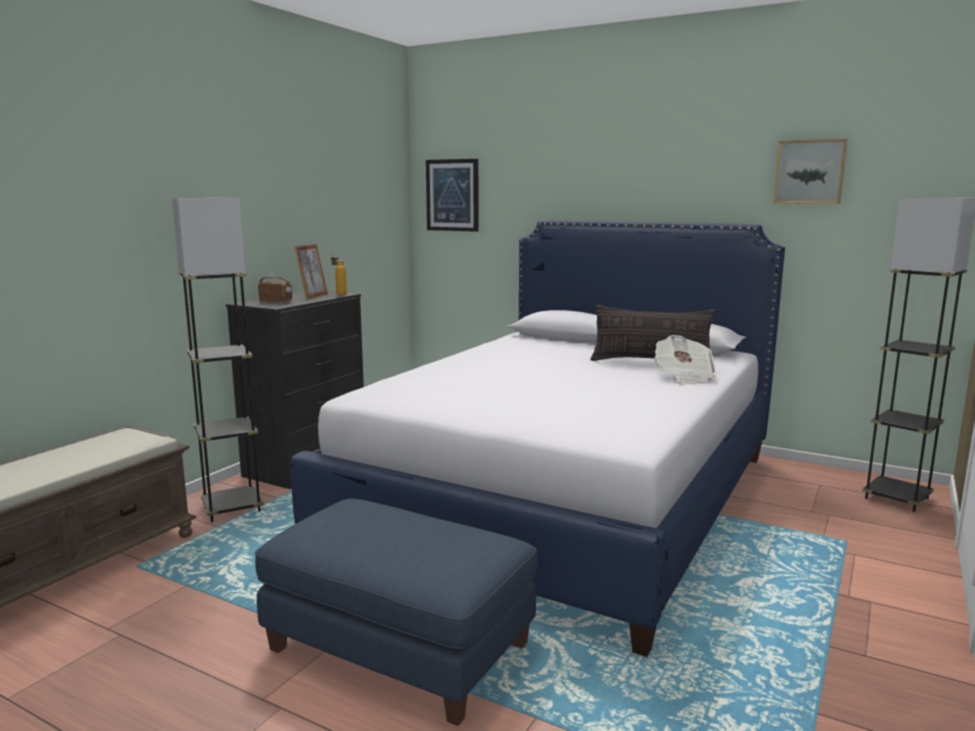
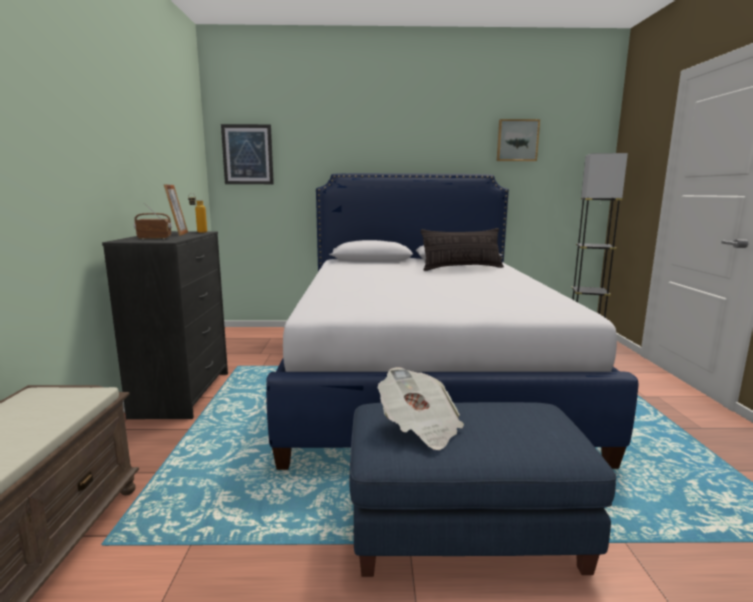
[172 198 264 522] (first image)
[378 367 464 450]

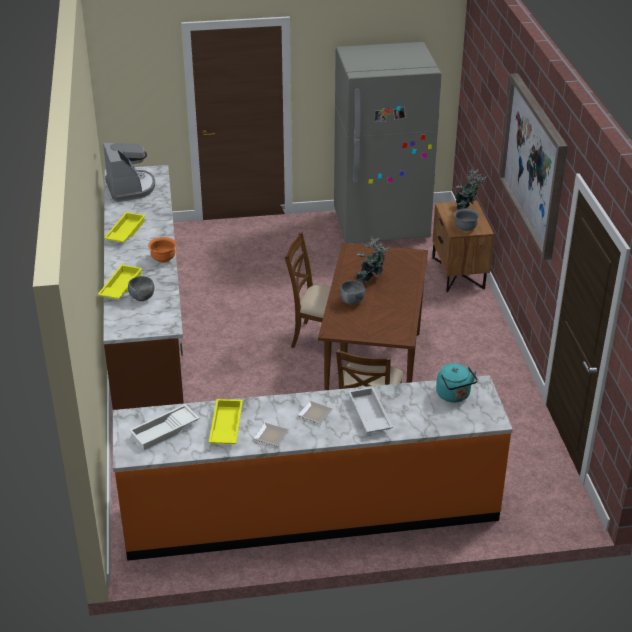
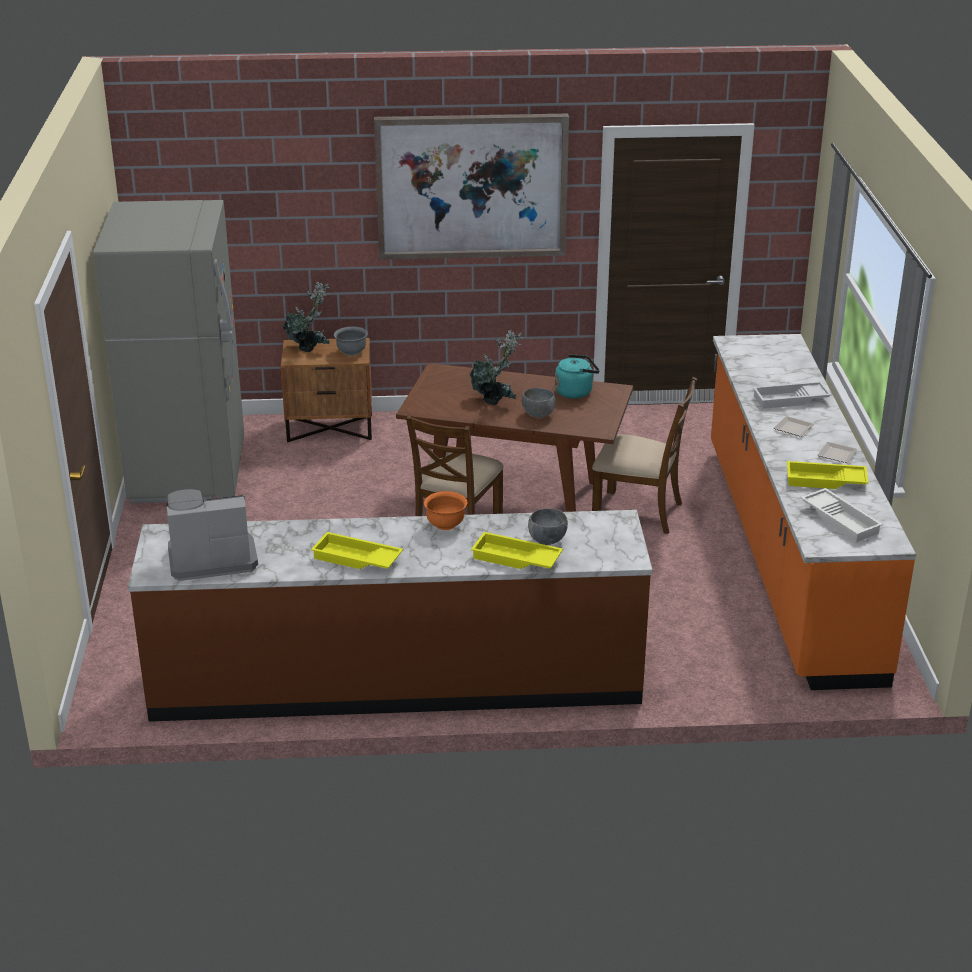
[555 354 599 399]

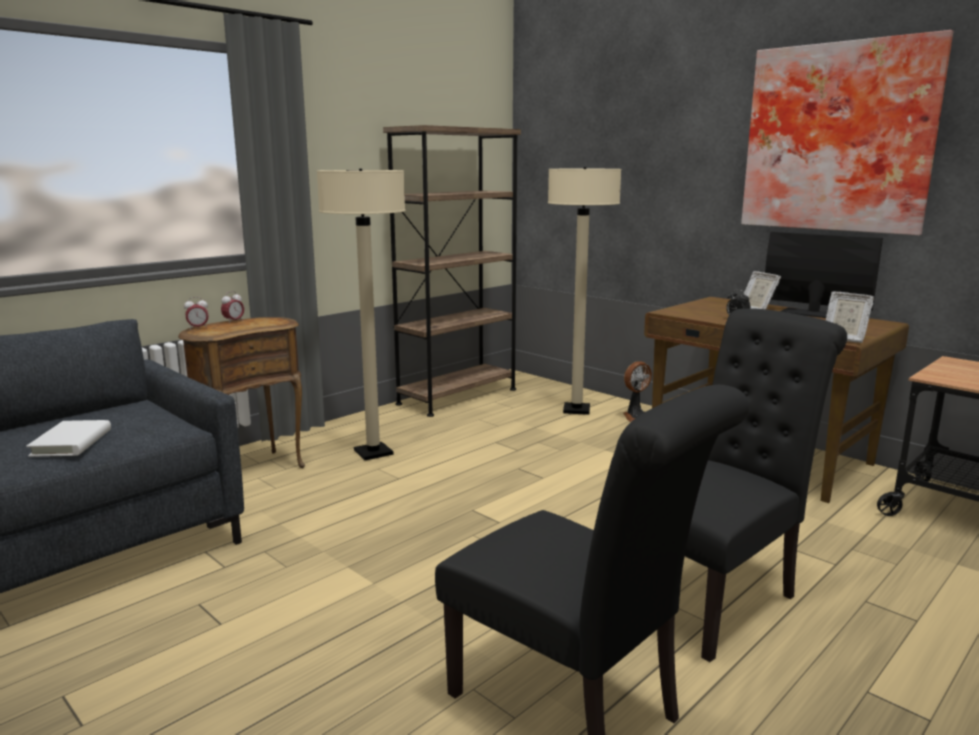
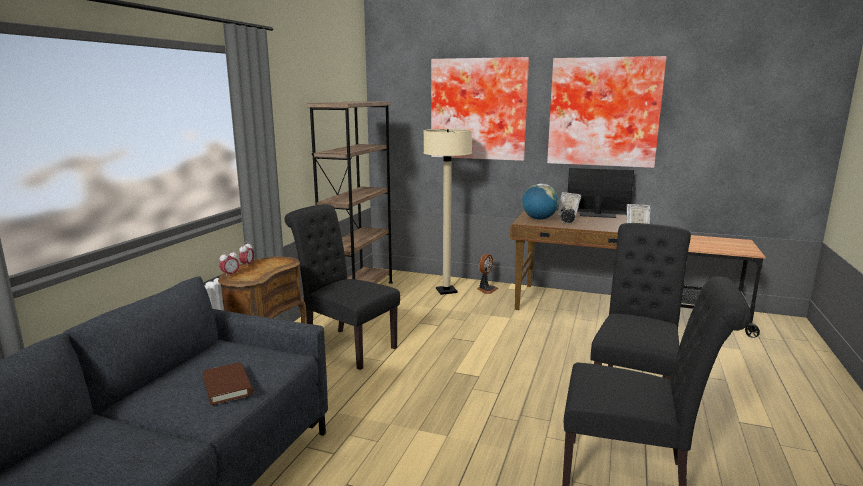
[431 57 529 161]
[522 184 559 220]
[285 204 400 370]
[203 362 253 405]

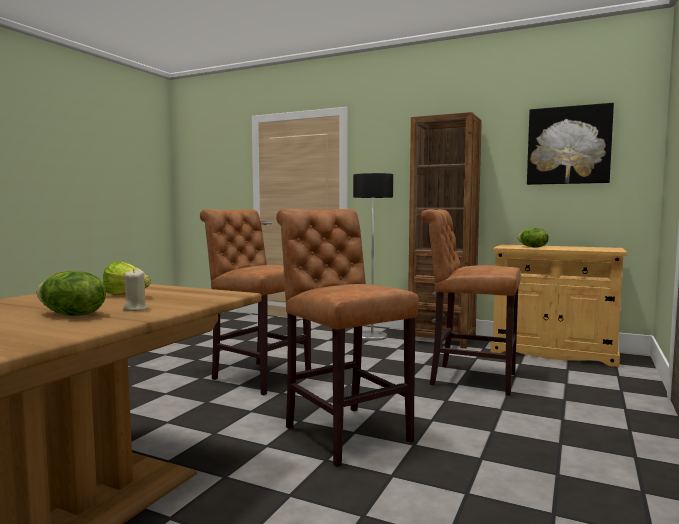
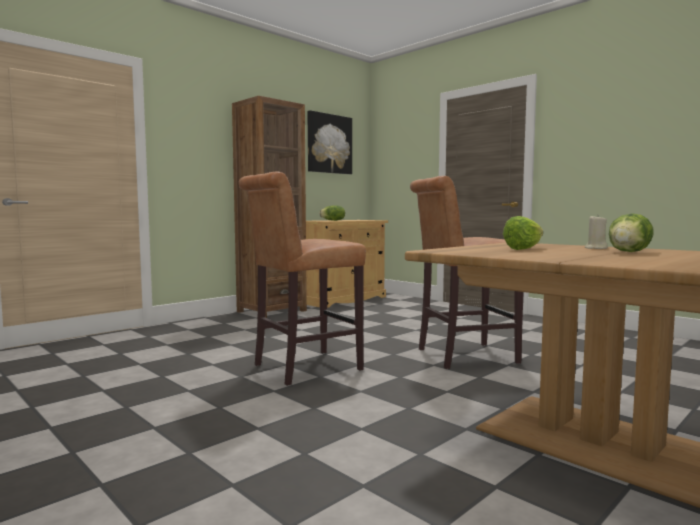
[353 173 393 341] (first image)
[421 209 521 396] (first image)

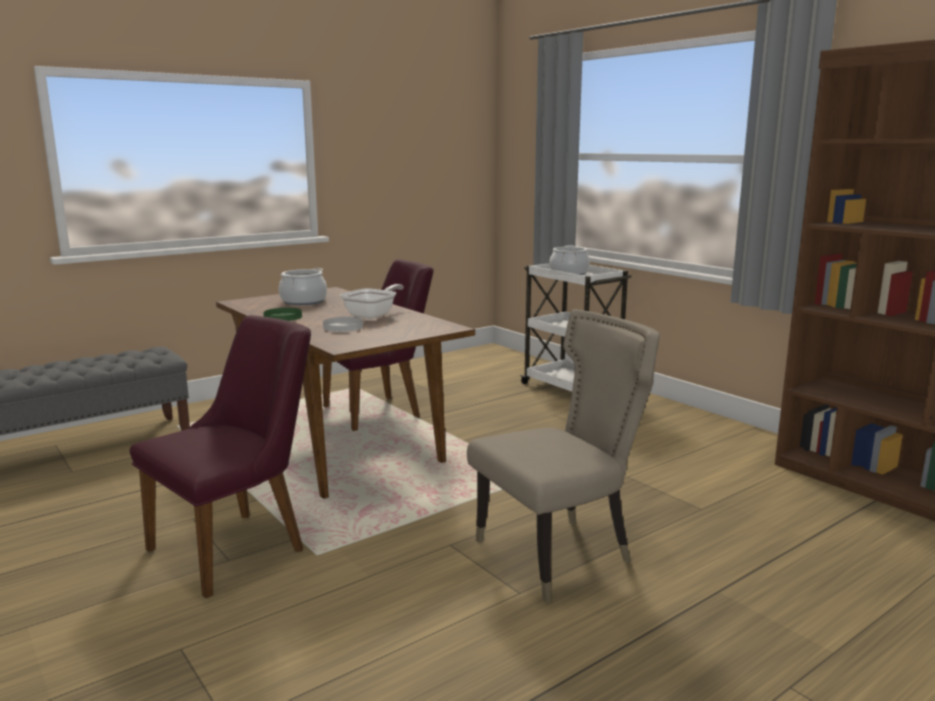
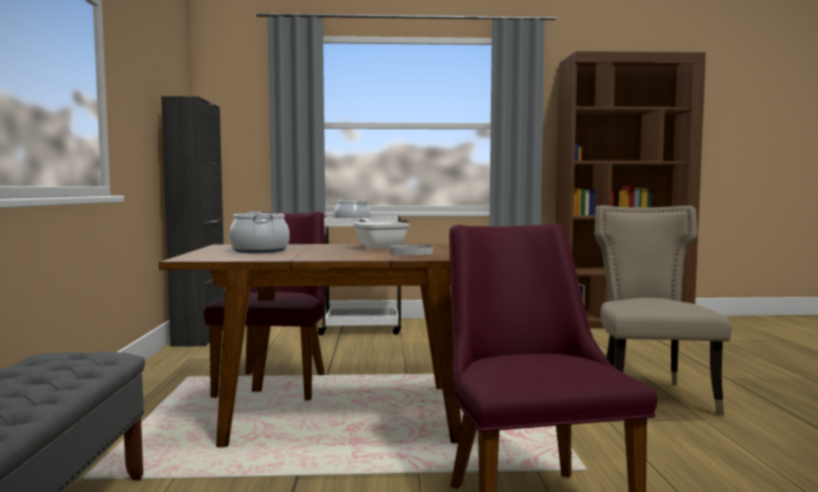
[263 308 302 321] (first image)
[161 96 225 347]

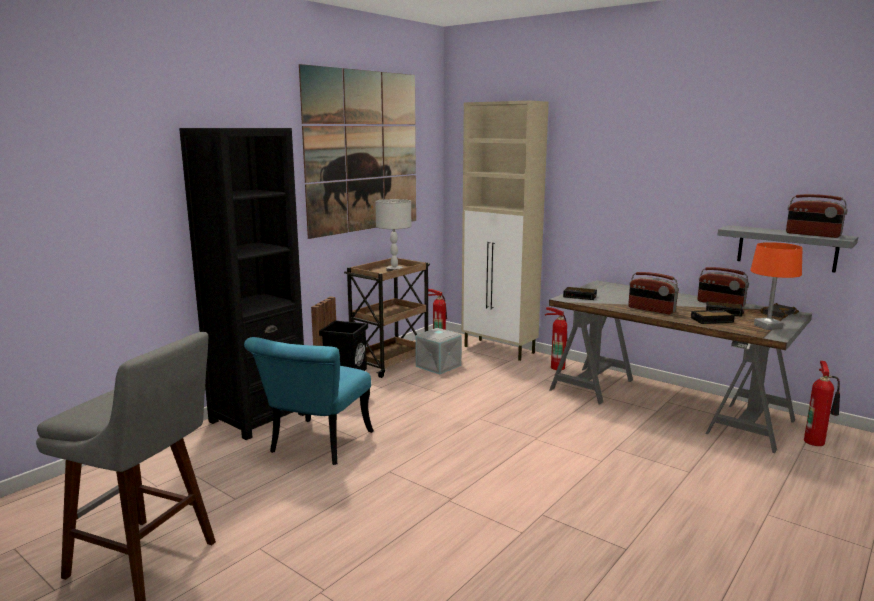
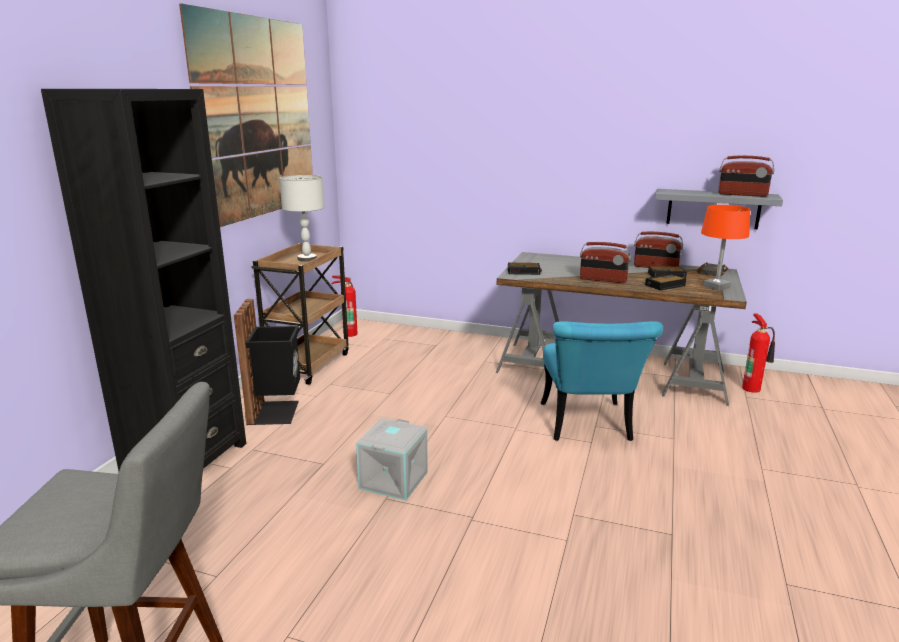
[461 101 549 361] (first image)
[545 307 567 370] (first image)
[541 321 663 441]
[356 418 428 501]

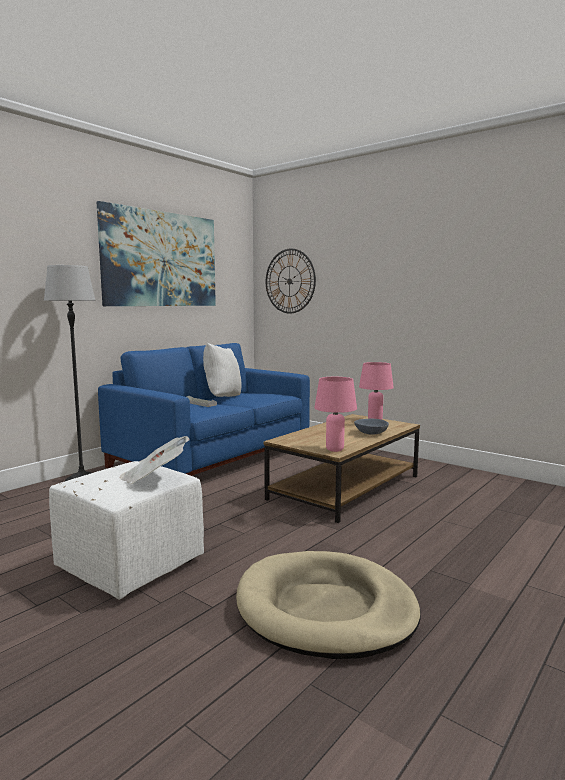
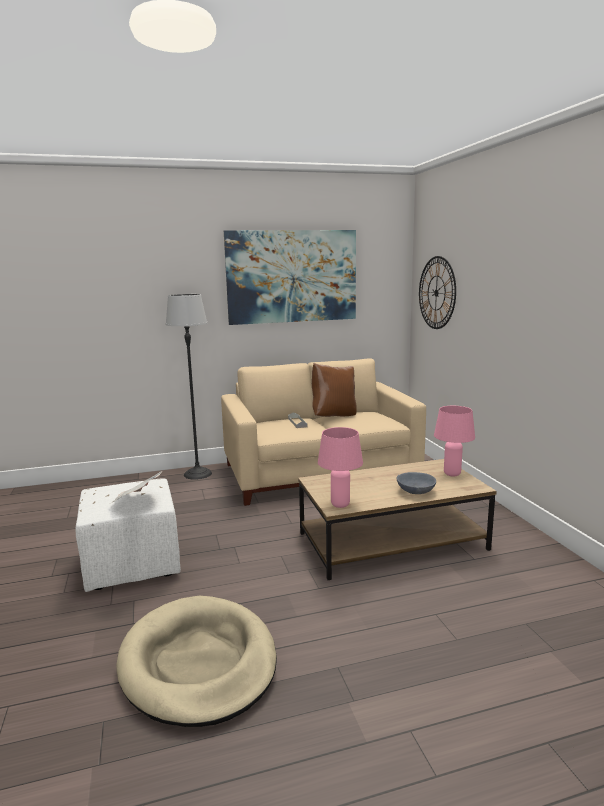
[221 359 426 506]
[312 363 357 417]

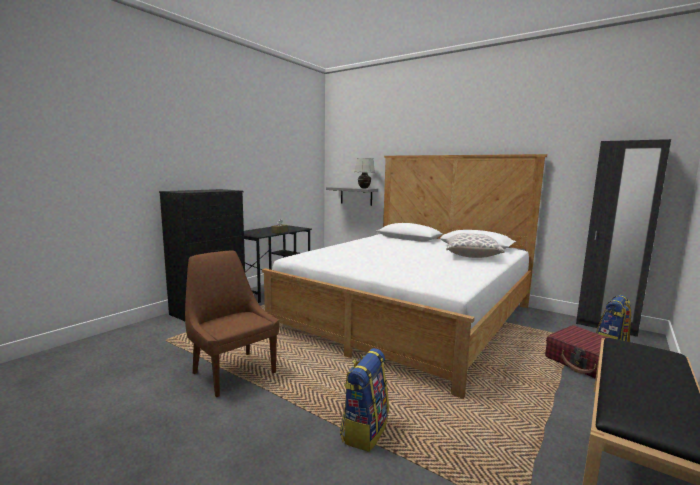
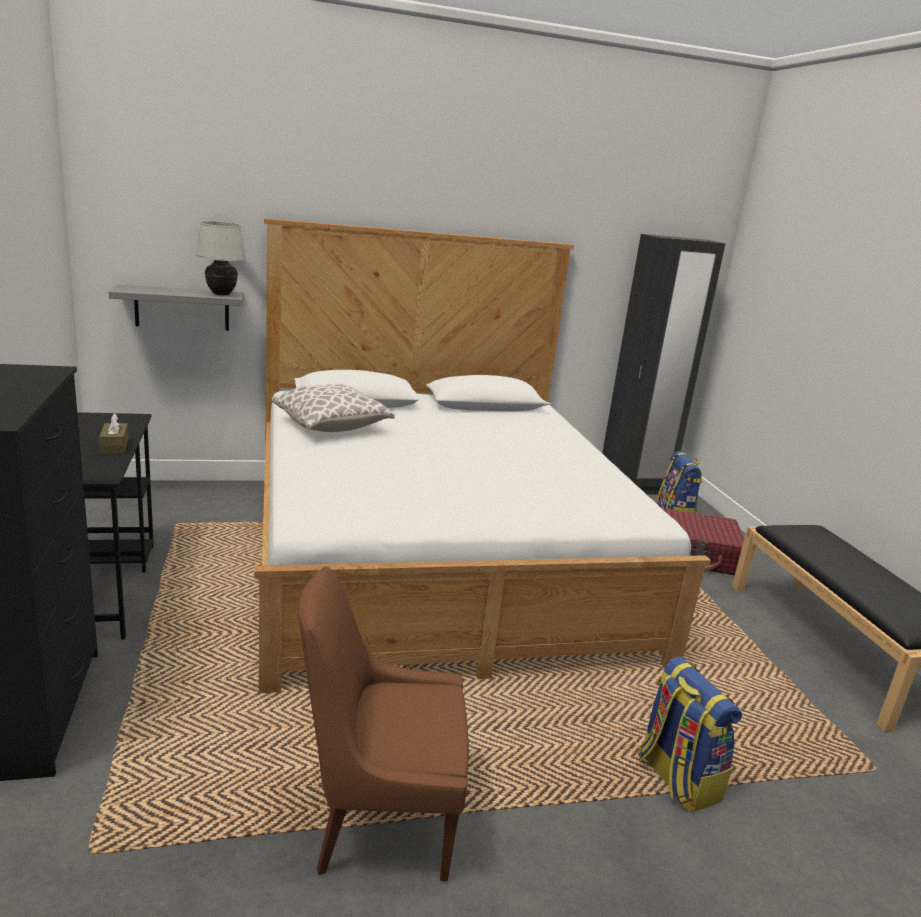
[272 384 395 432]

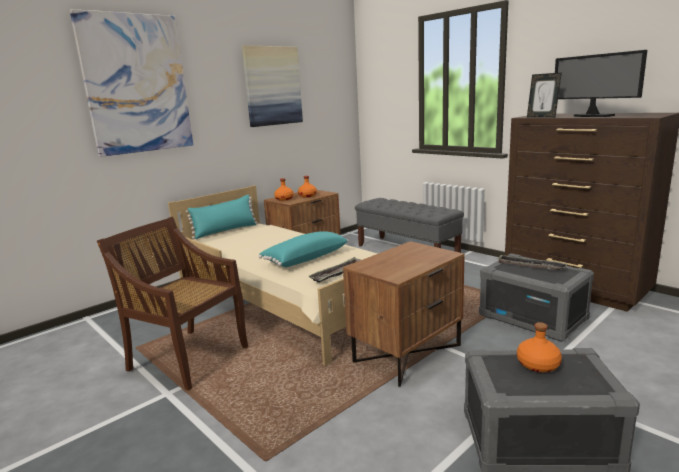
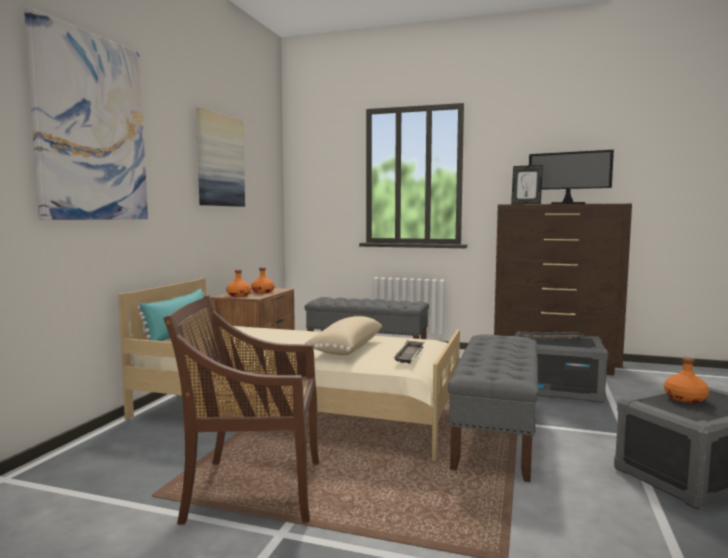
[448 335 539 482]
[305 316 382 355]

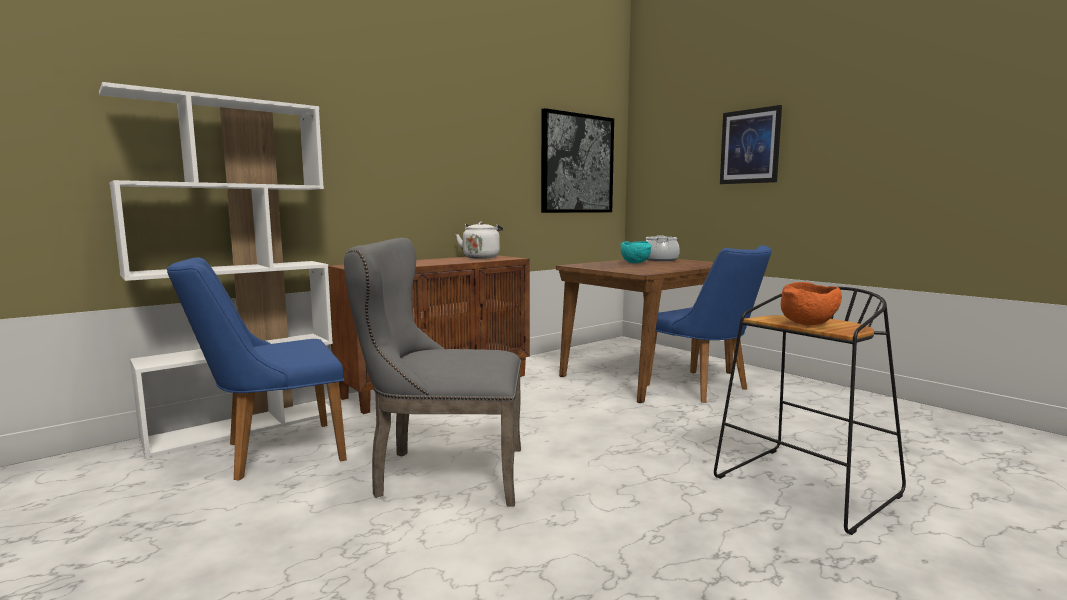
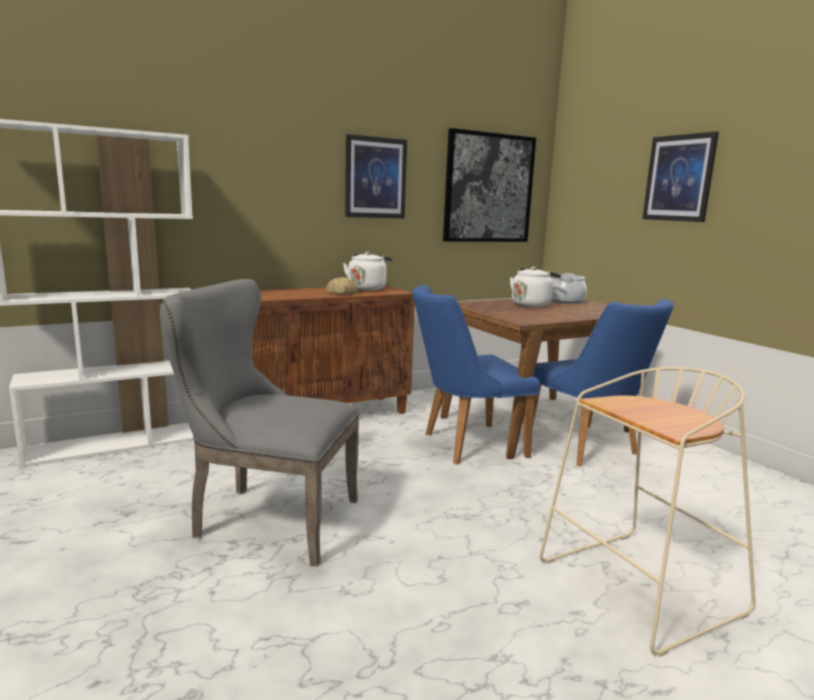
[781 282 842 325] (first image)
[326 277 358 295]
[345 134 407 218]
[413 285 540 465]
[510 267 561 307]
[539 367 755 657]

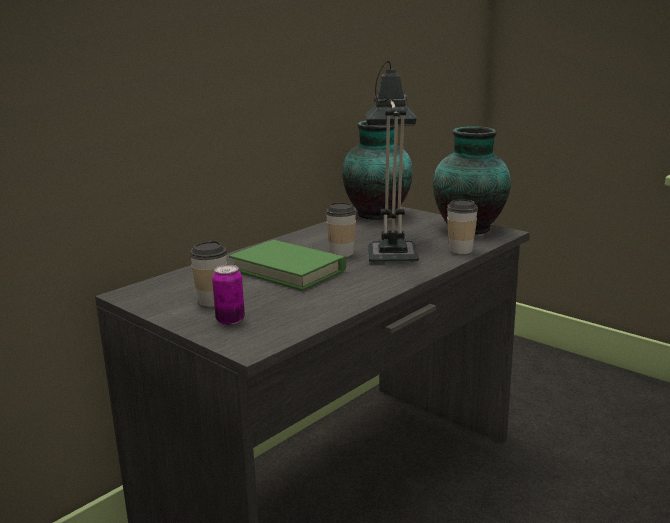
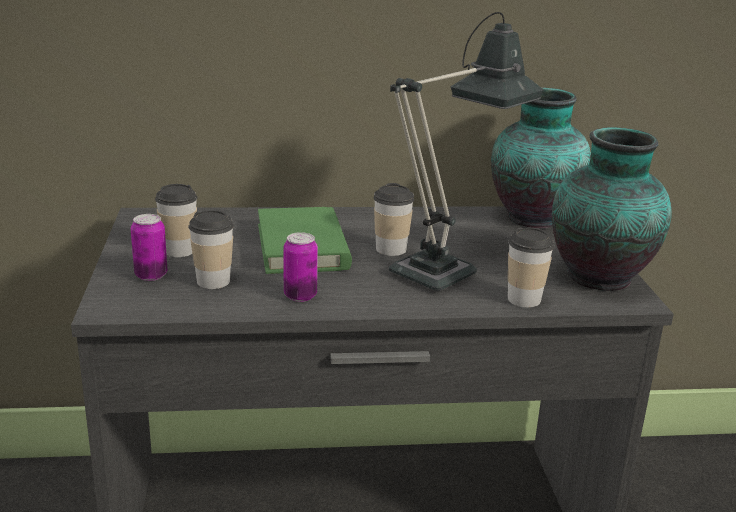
[188 210 234 289]
[283 232 318 302]

